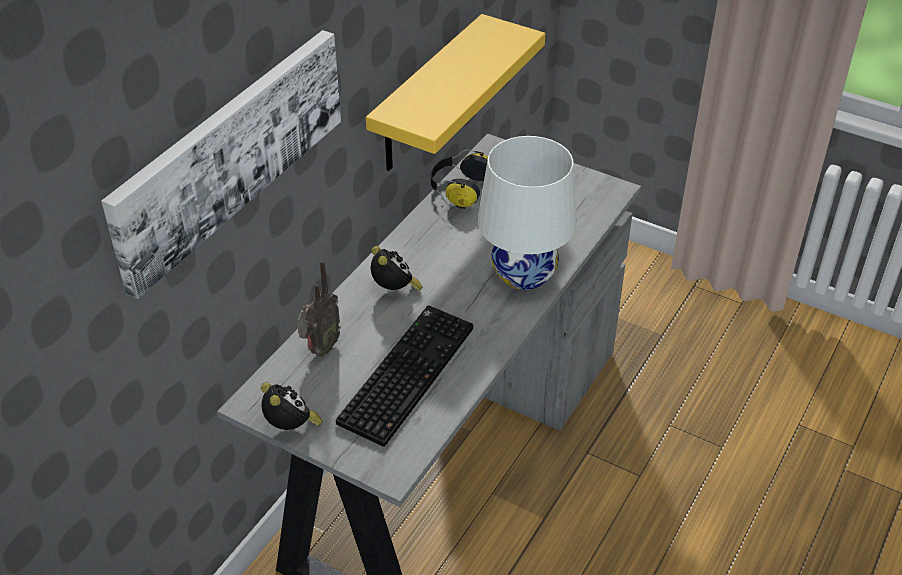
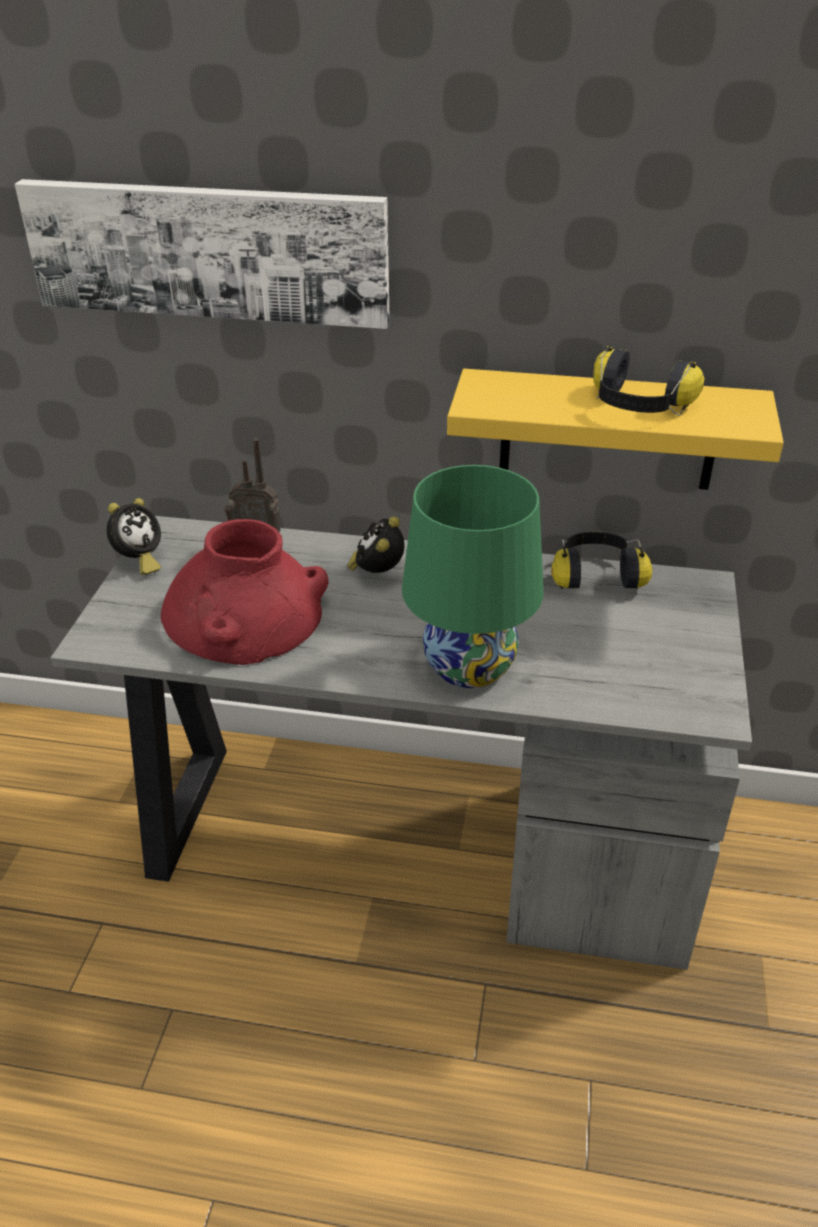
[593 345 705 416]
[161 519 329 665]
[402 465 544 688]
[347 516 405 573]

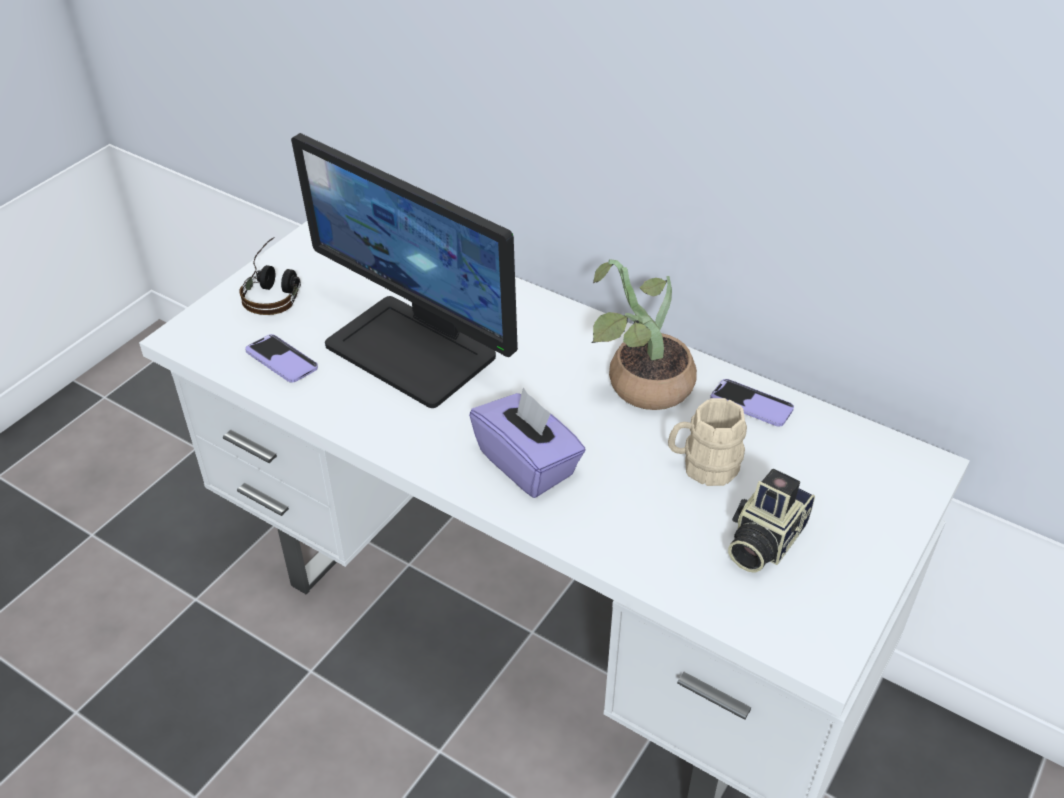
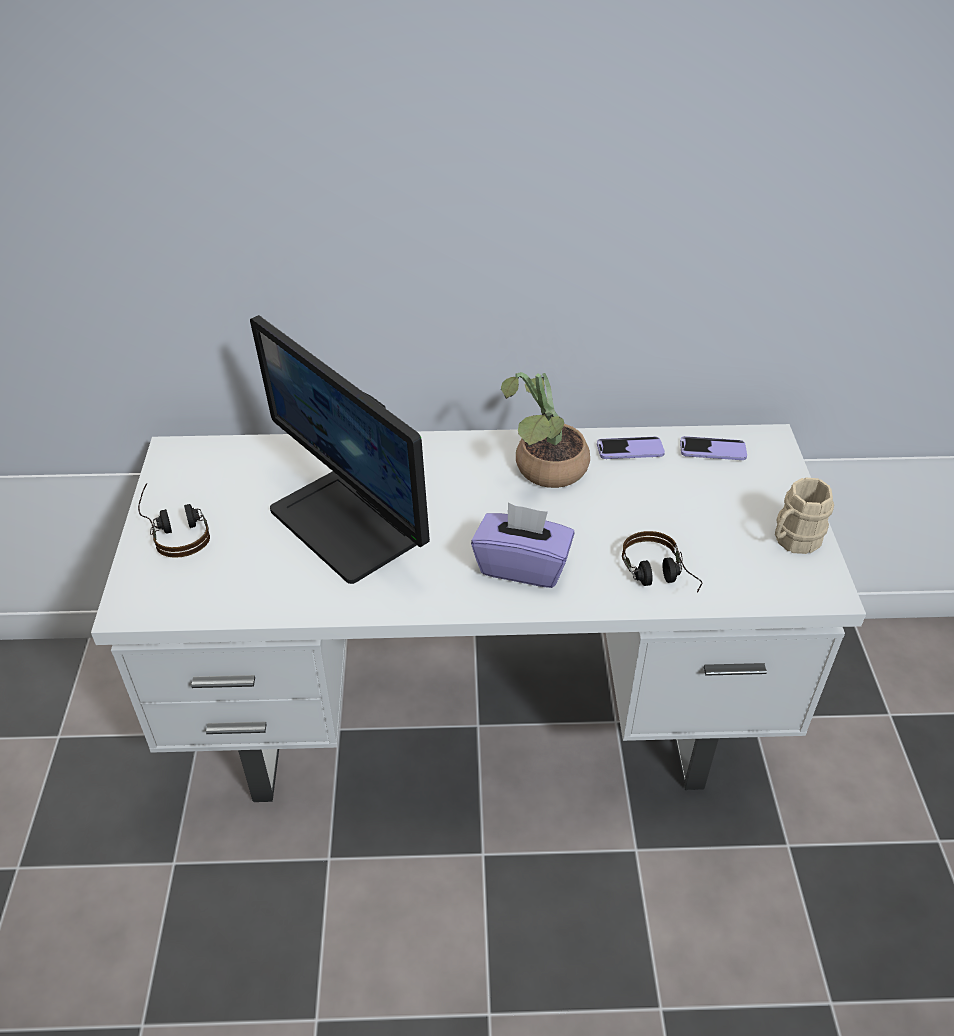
[728 469 815 573] (first image)
[622 531 702 592]
[680 436 747 460]
[775 478 834 554]
[250 315 430 584]

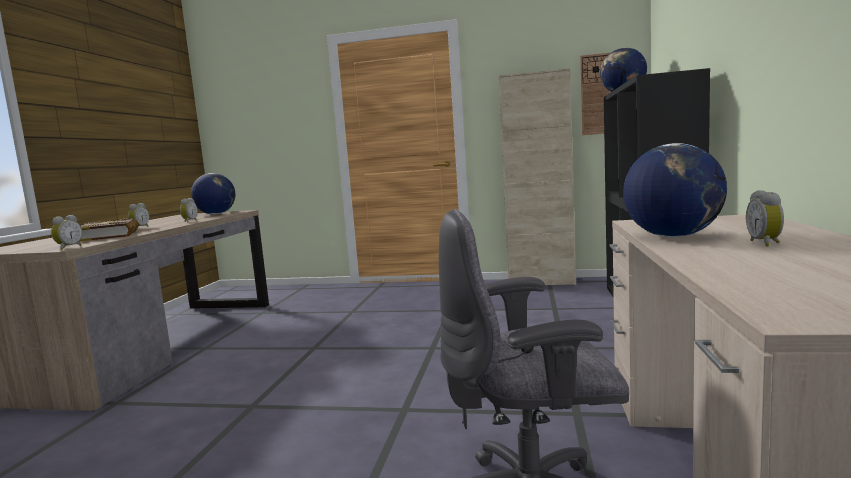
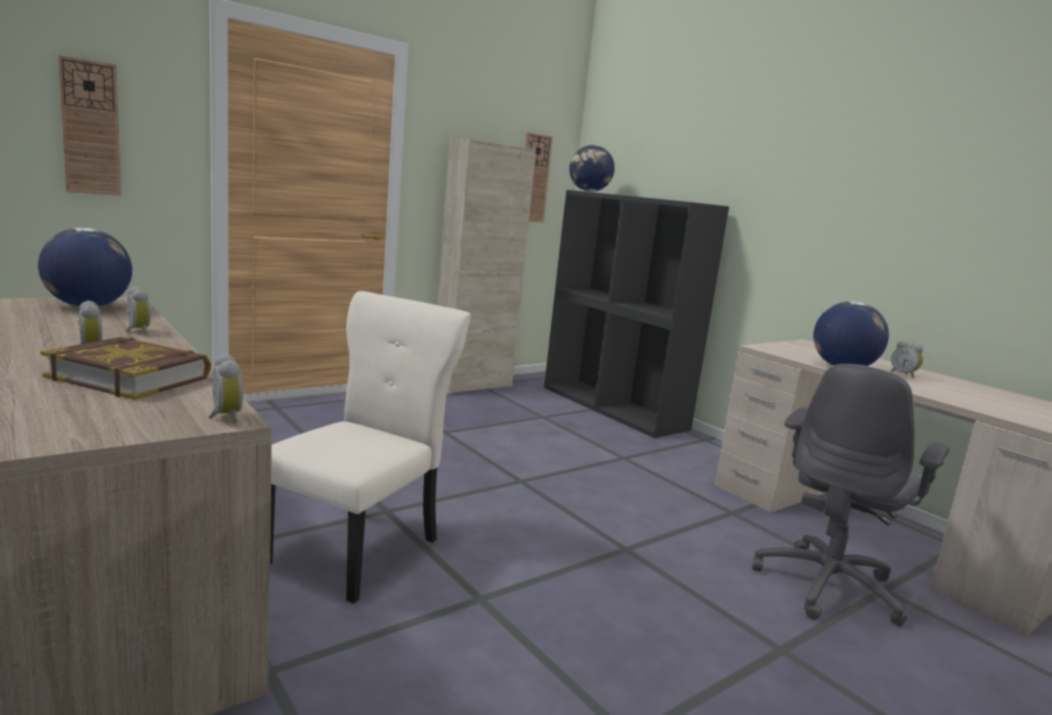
[58 55 121 196]
[270 291 471 603]

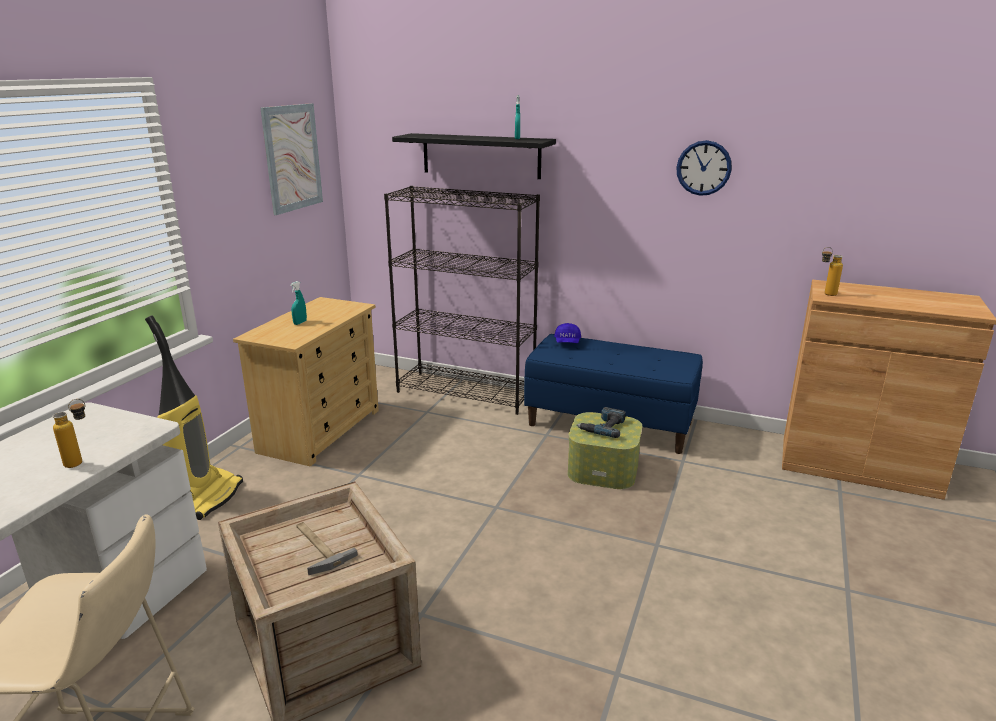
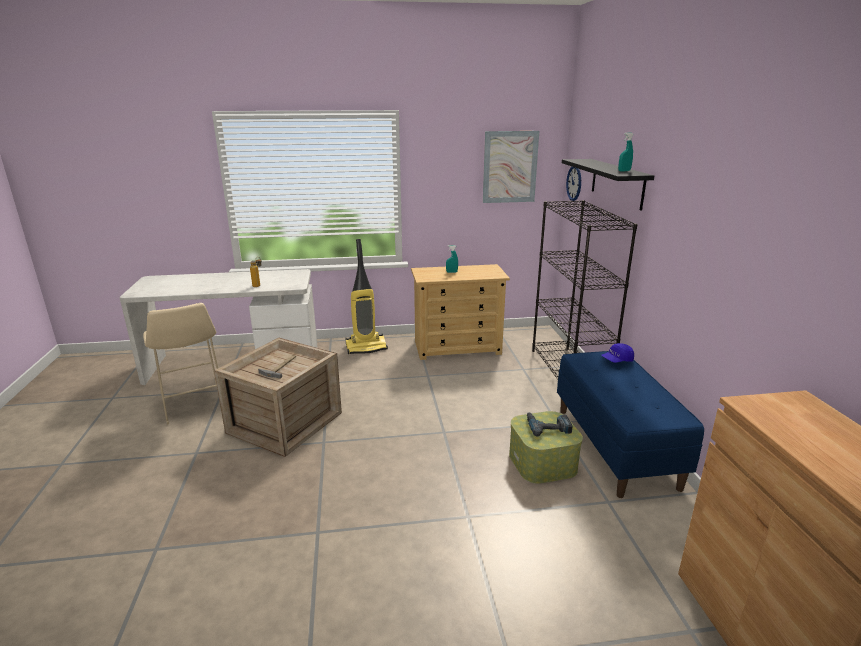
[822 247 843 296] (first image)
[566 167 581 201]

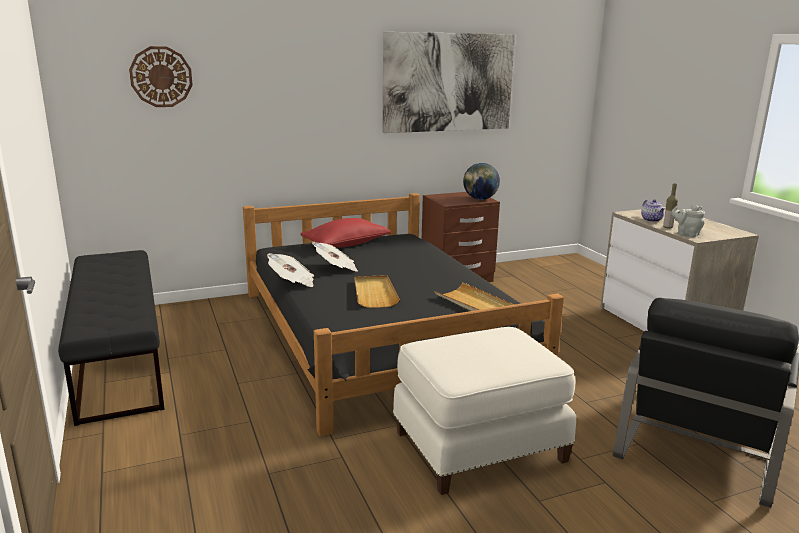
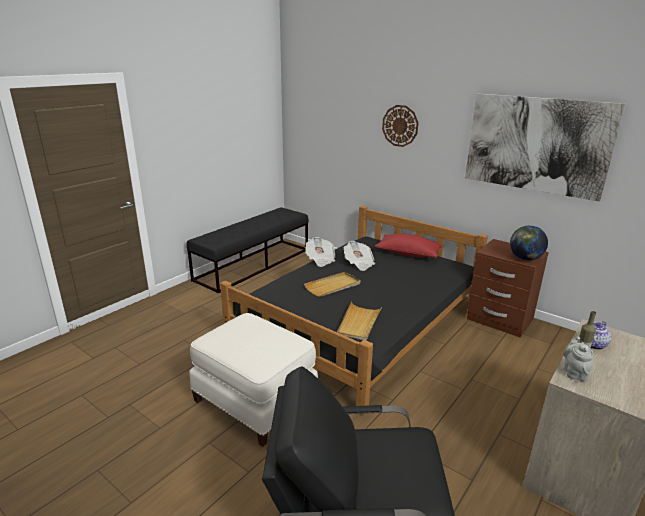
[382 105 418 147]

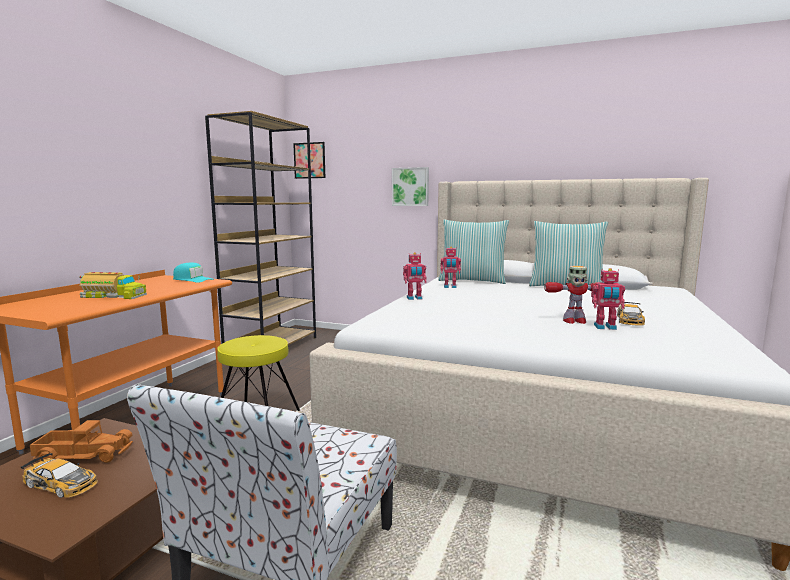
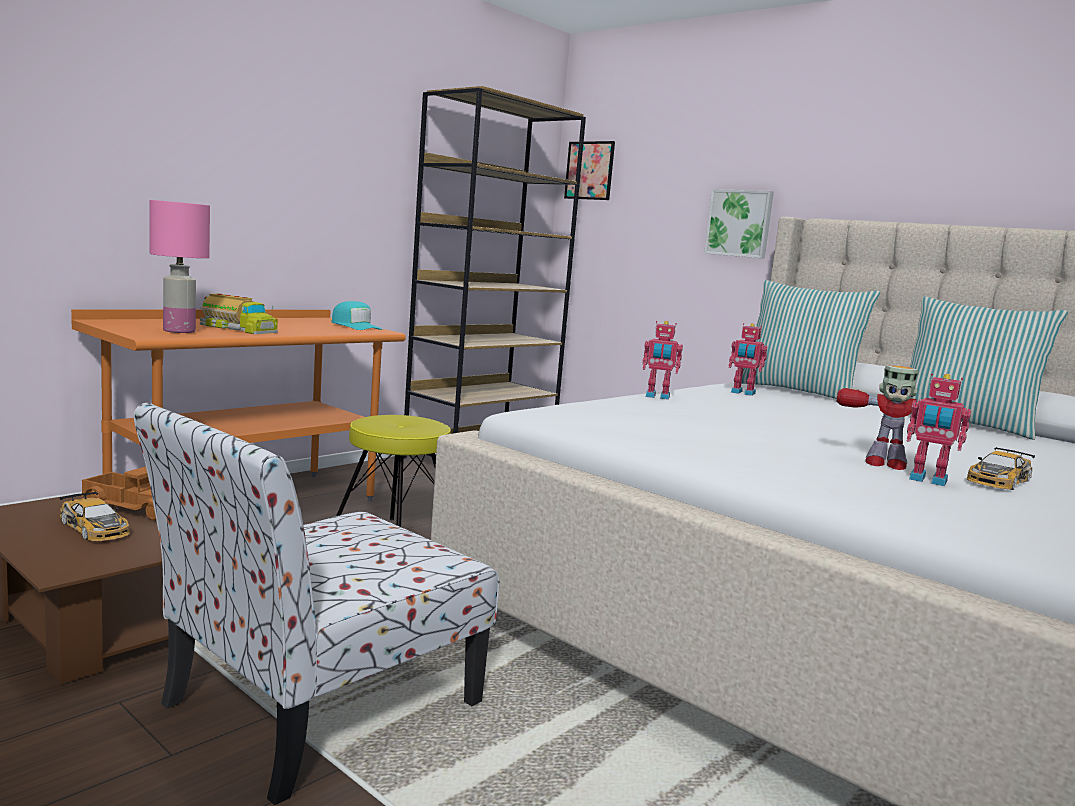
[150 200 210 333]

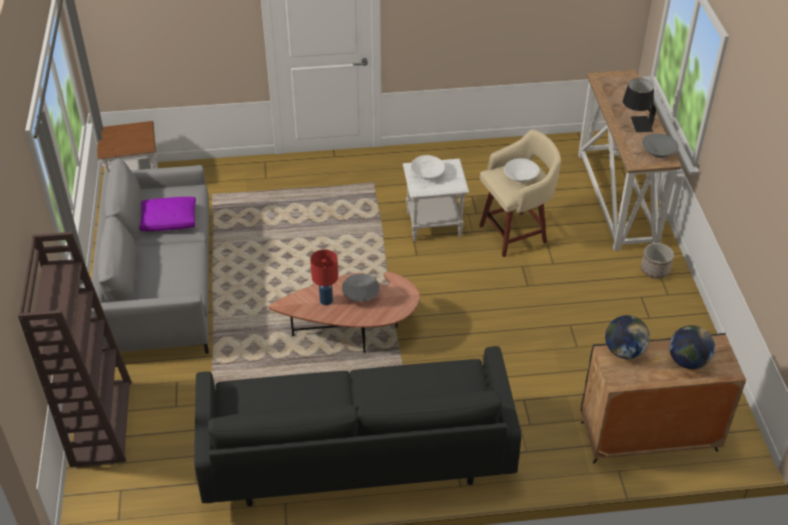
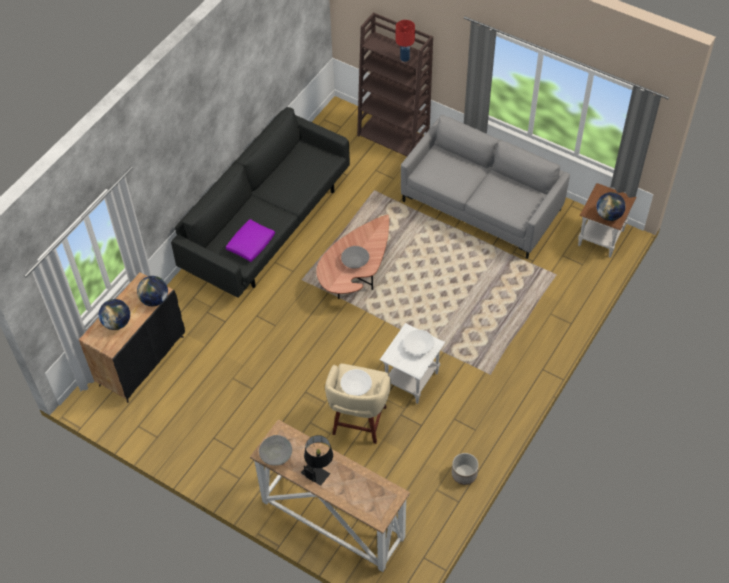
[596 192 626 221]
[226 219 275 262]
[396 20 415 62]
[452 453 479 485]

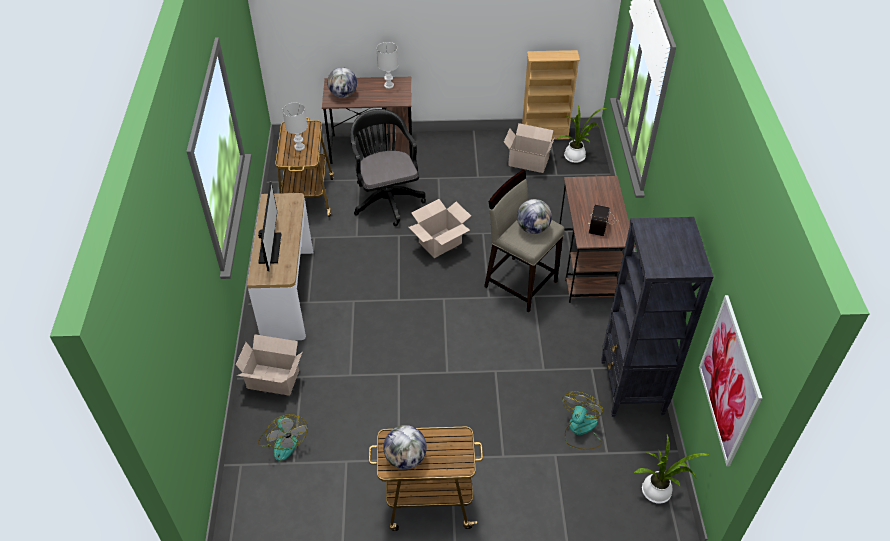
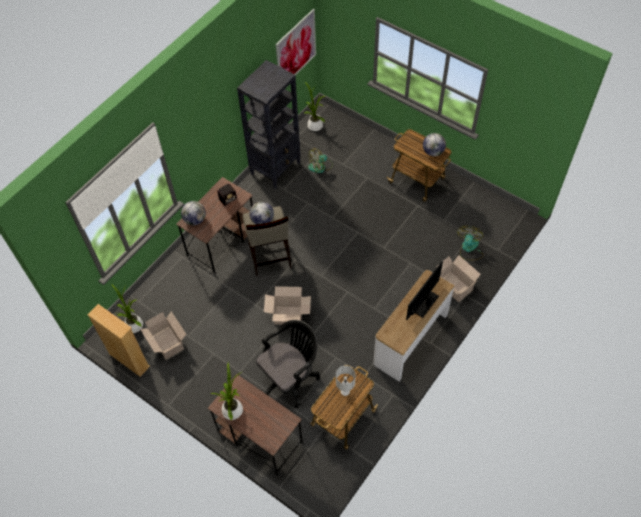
[181 201 206 225]
[211 363 243 421]
[256 320 320 408]

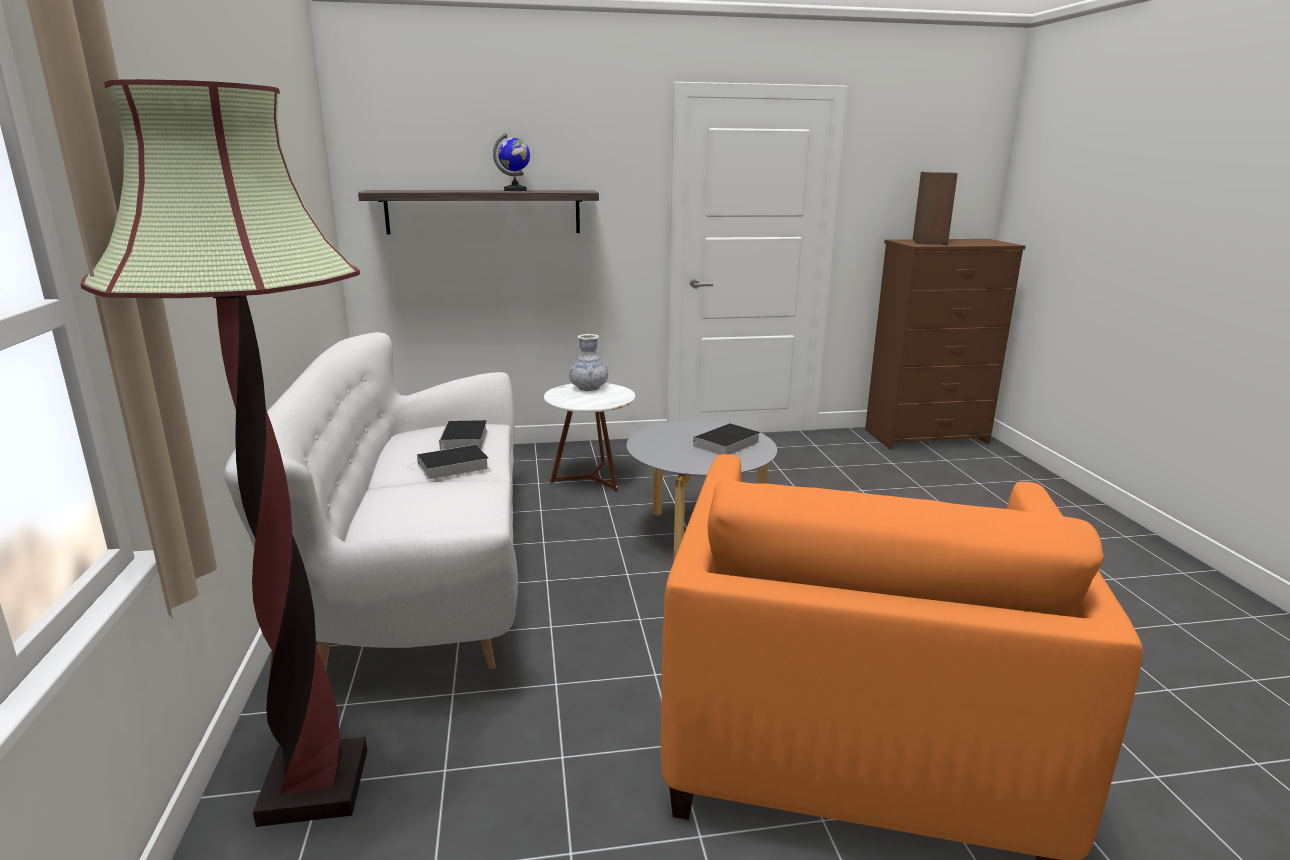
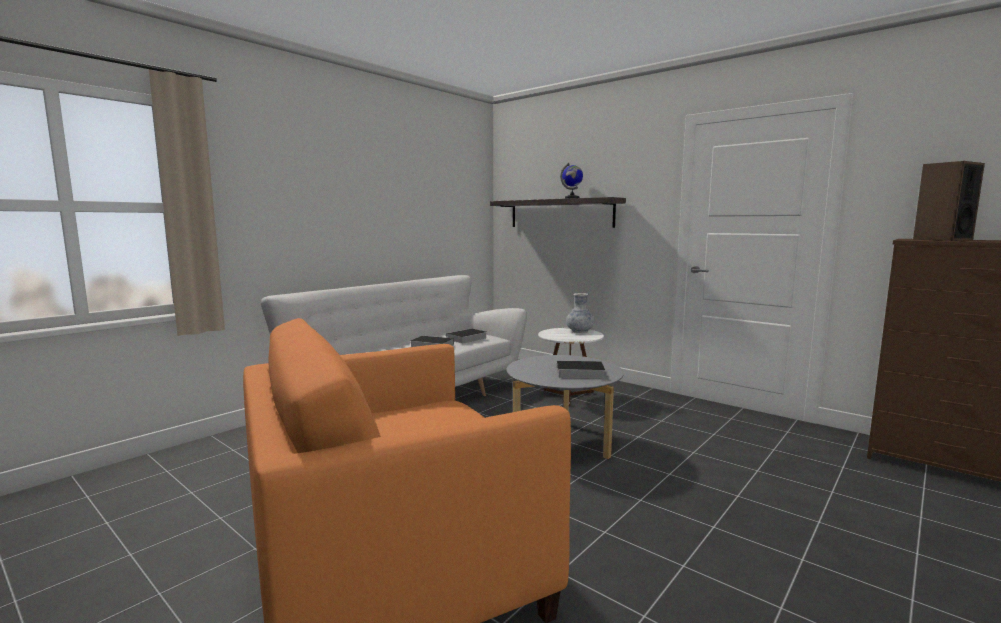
[80 79 367 827] (first image)

